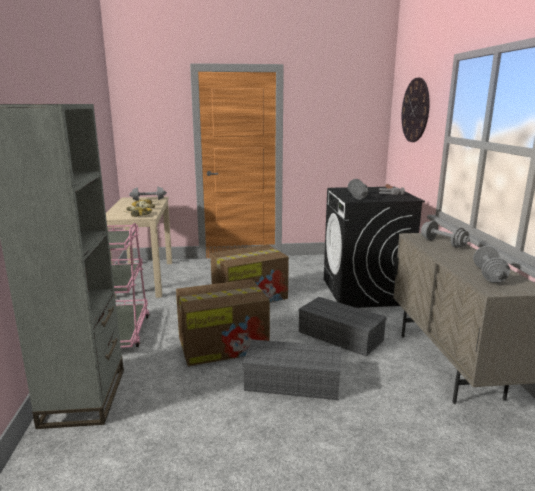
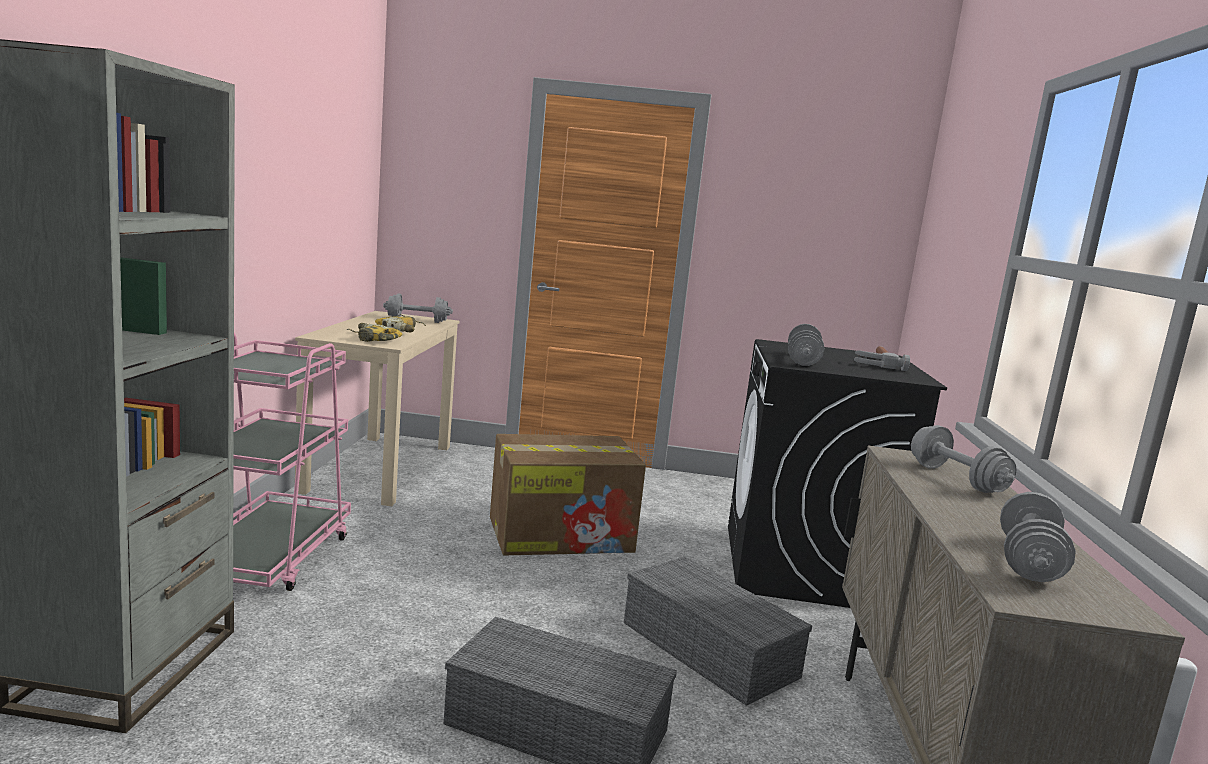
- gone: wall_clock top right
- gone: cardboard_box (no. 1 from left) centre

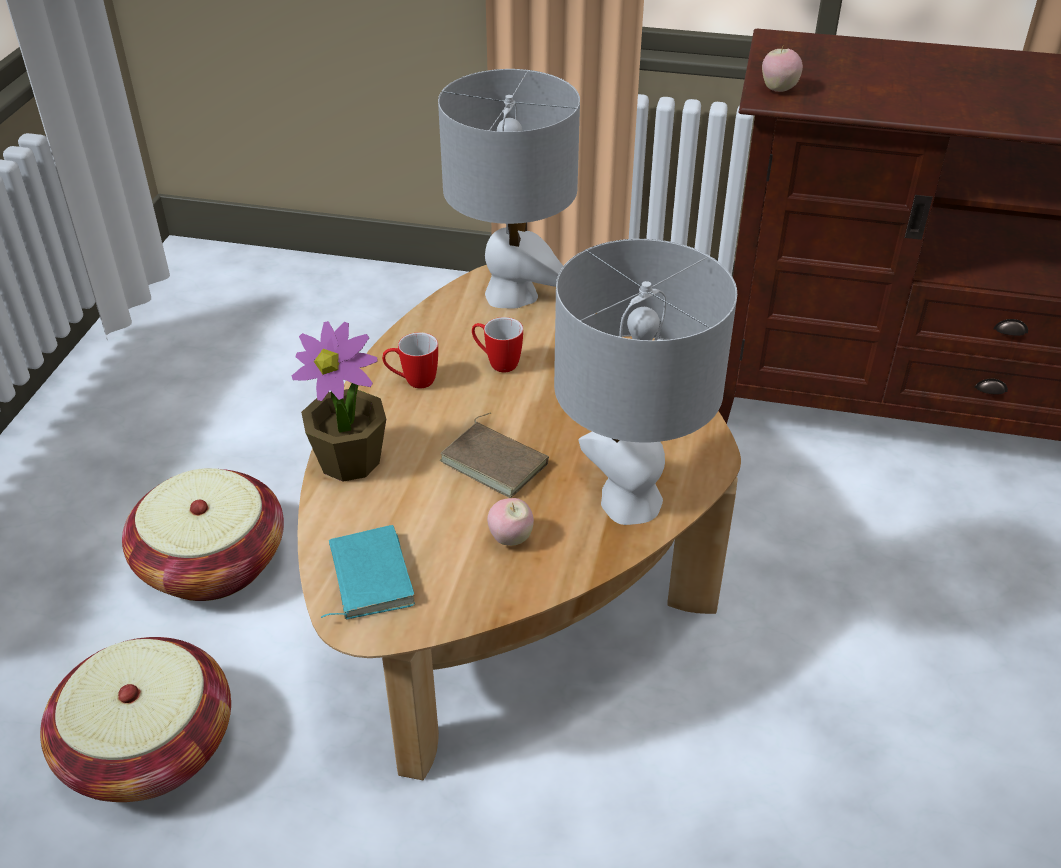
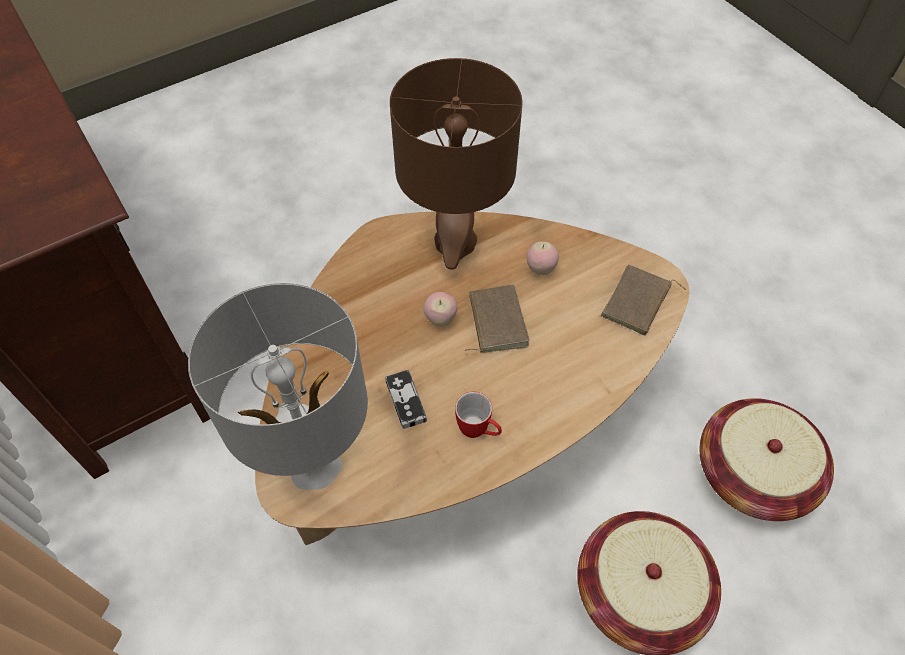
- shifted: apple (no. 2 from left in the first image) top right to apple (no. 1 from left) centre
- repainted: grey_table_lamp (no. 2 from left) centre to brown_table_lamp top centre
- swapped: mug (no. 2 from left) centre to game_controller centre
- gone: potted_plant middle left
- repainted: turquoise_book centre to brown_book (no. 2 from left) middle right

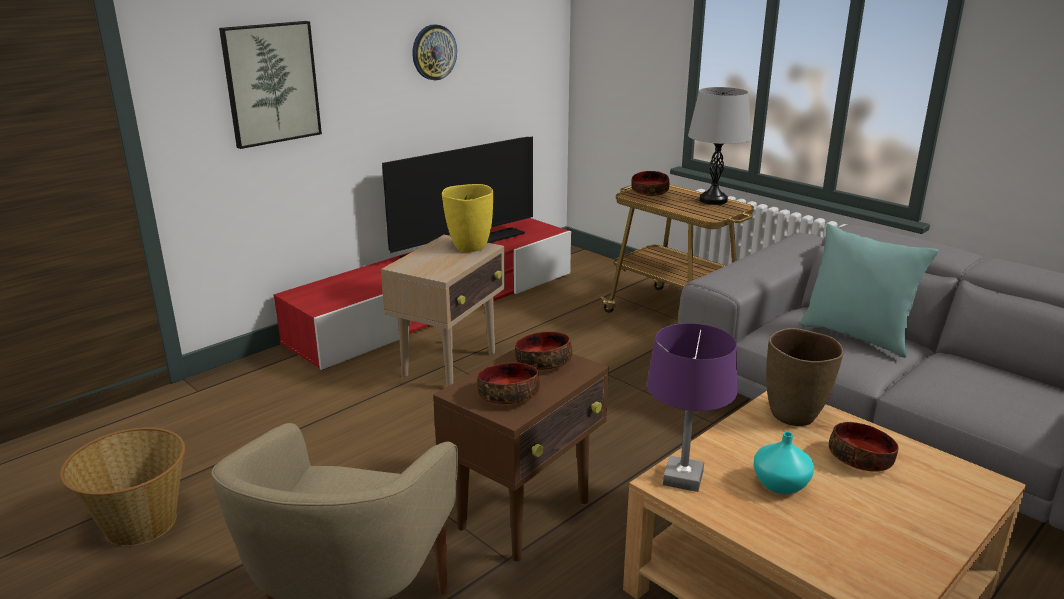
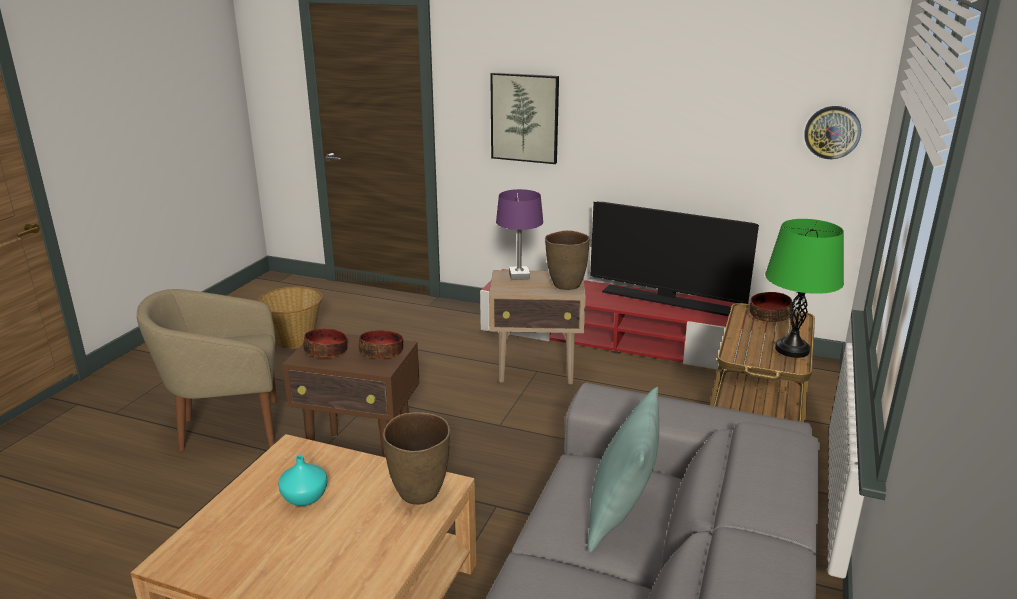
- shifted: wall_clock top centre to top right
- repainted: grey_table_lamp top right to green_table_lamp middle right
- repainted: yellow_vase centre to brown_vase (no. 2 from left) centre
- shifted: purple_table_lamp bottom centre to centre
- gone: bowl (no. 4 from left) bottom right

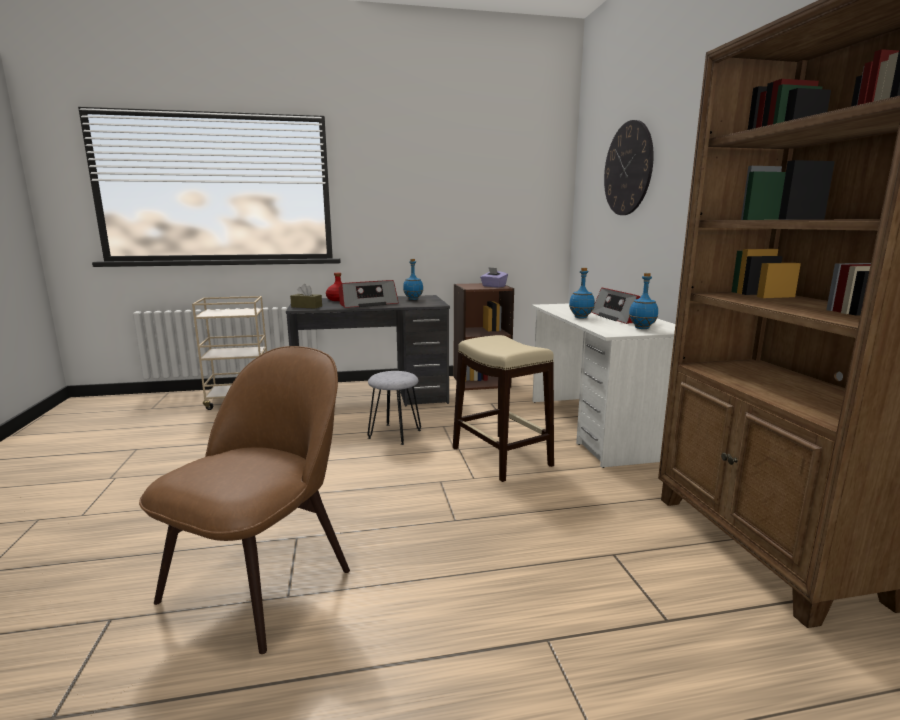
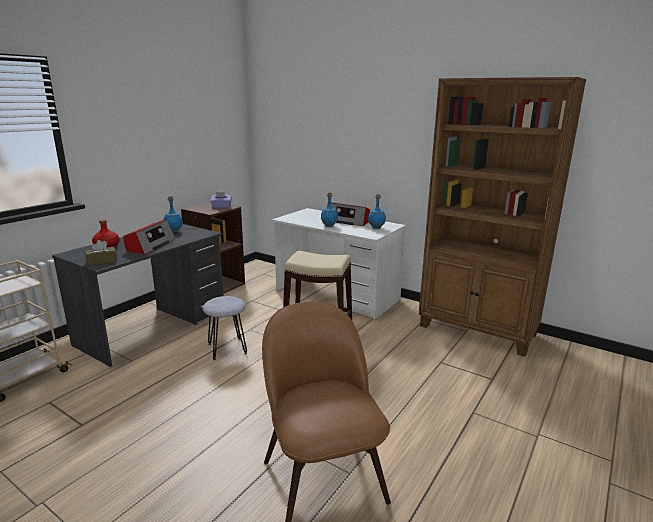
- gone: wall_clock top right

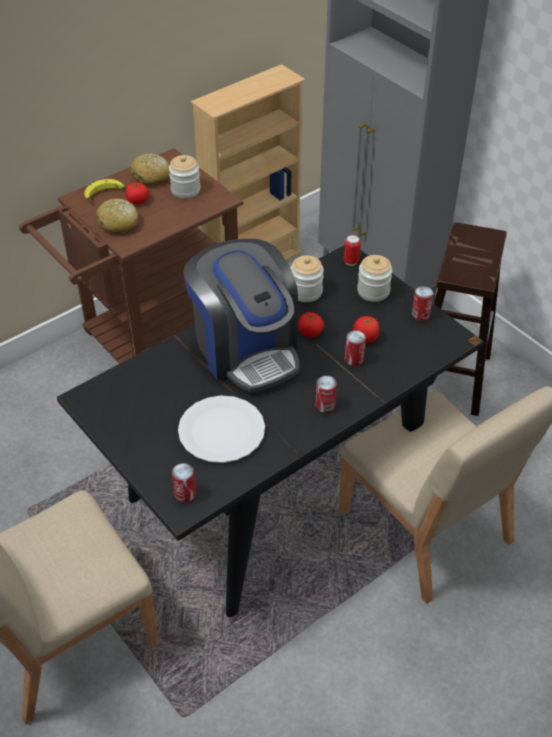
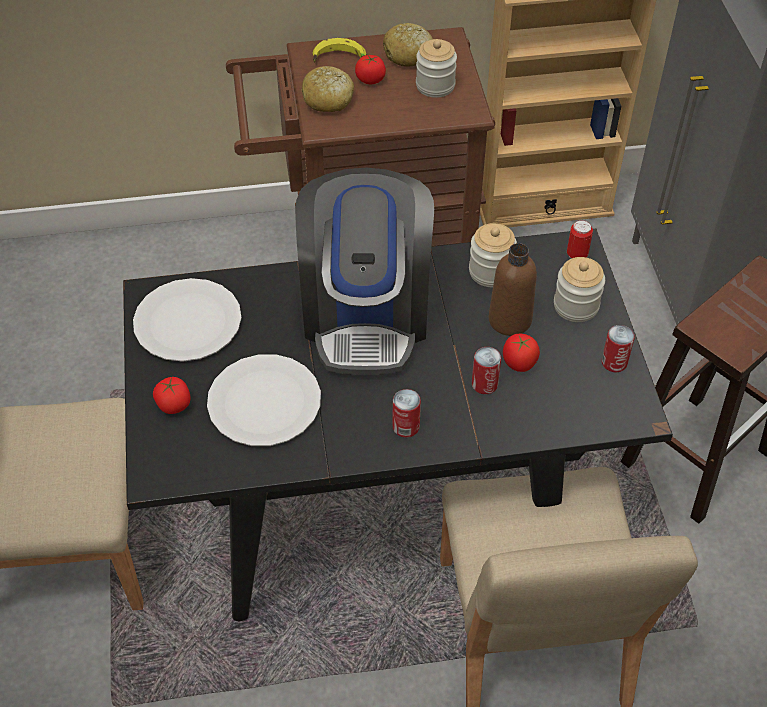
- shifted: tomato (no. 2 from left in the first image) centre to tomato (no. 1 from left) middle left
- gone: can (no. 1 from left) centre
- new: brown_bottle middle right
- new: white_plate (no. 1 from left) middle left

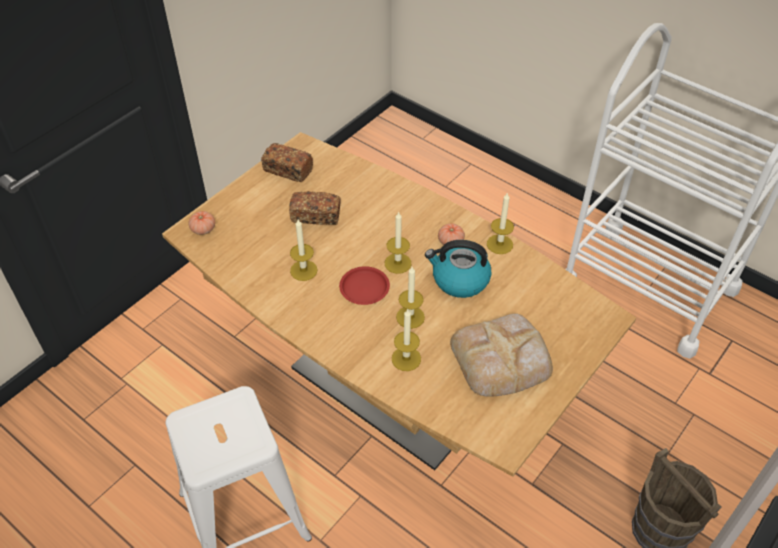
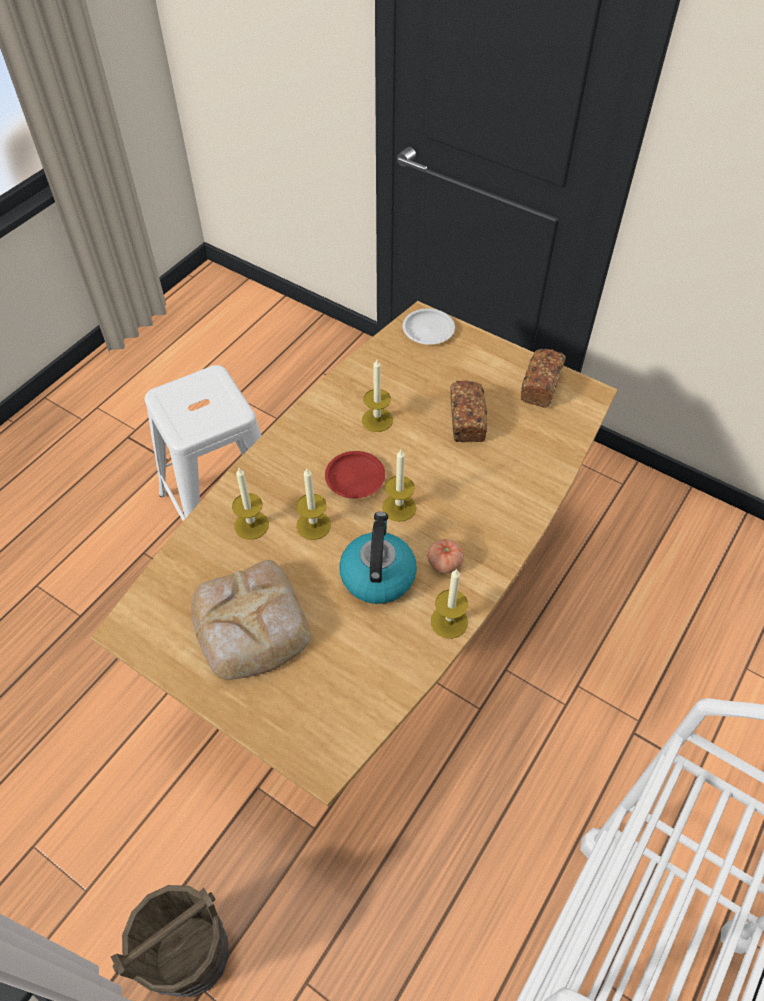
- swapped: tomato (no. 1 from left) middle left to white_plate top centre

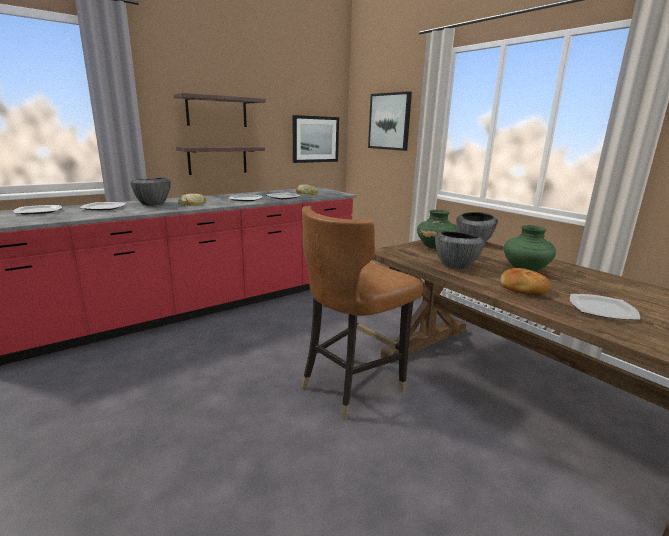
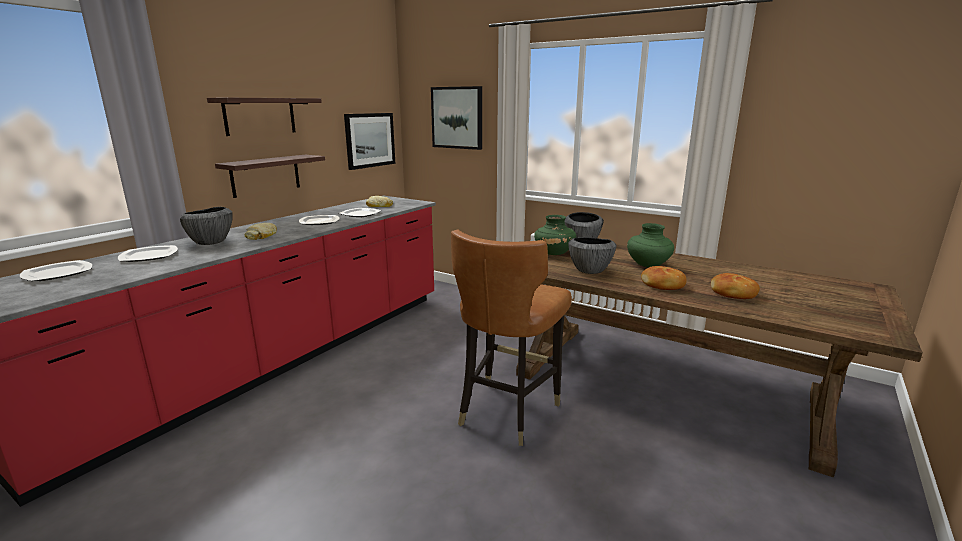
- swapped: plate (no. 5 from left) middle right to bread (no. 4 from left) middle right

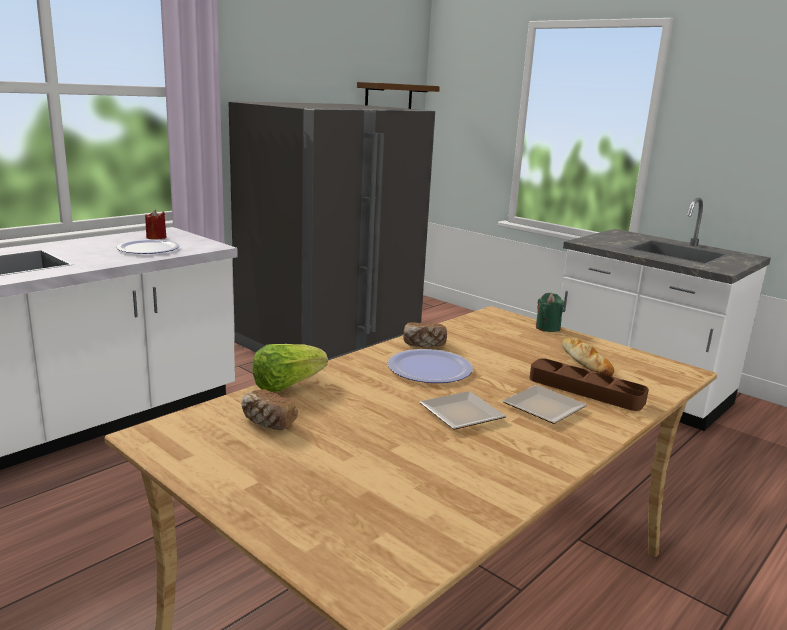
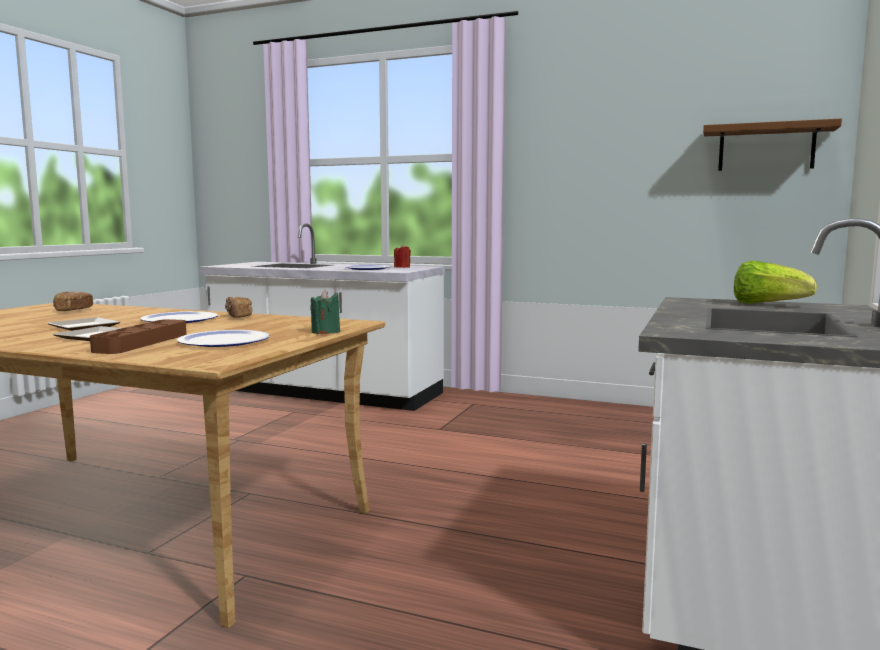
- gone: grey_fridge centre
- swapped: bread (no. 3 from left) middle right to plate (no. 4 from left) middle left
- shifted: lettuce centre to middle right

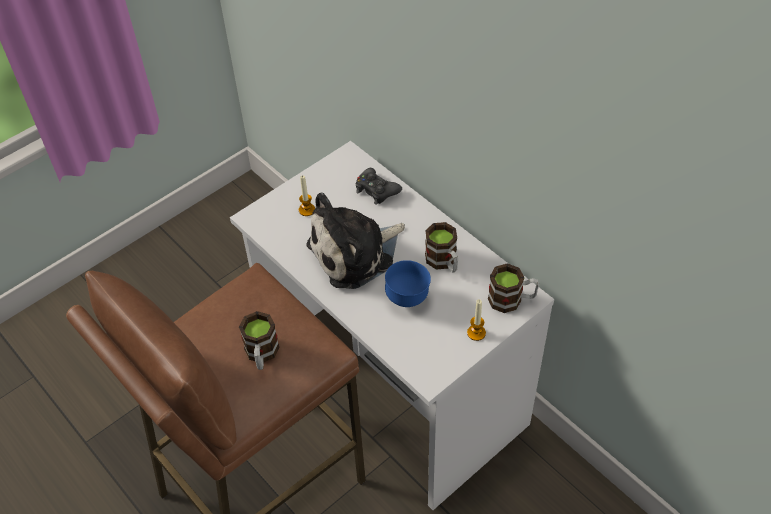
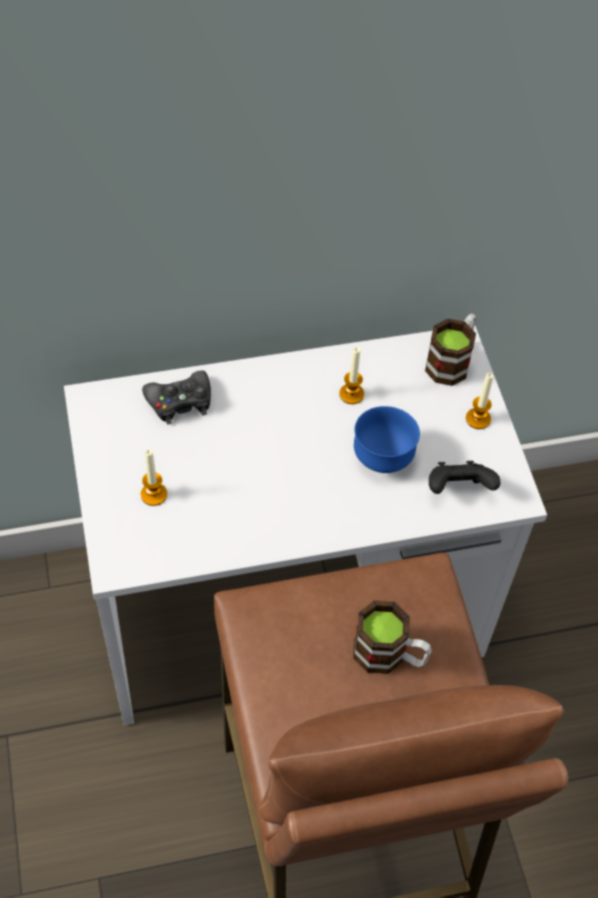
- gone: plush_toy centre
- swapped: mug (no. 2 from left) centre to candle (no. 2 from left) centre
- new: black_game_controller (no. 2 from left) middle right

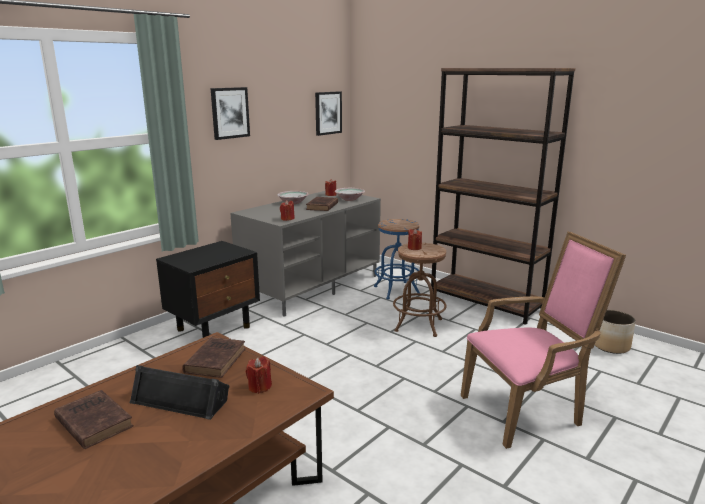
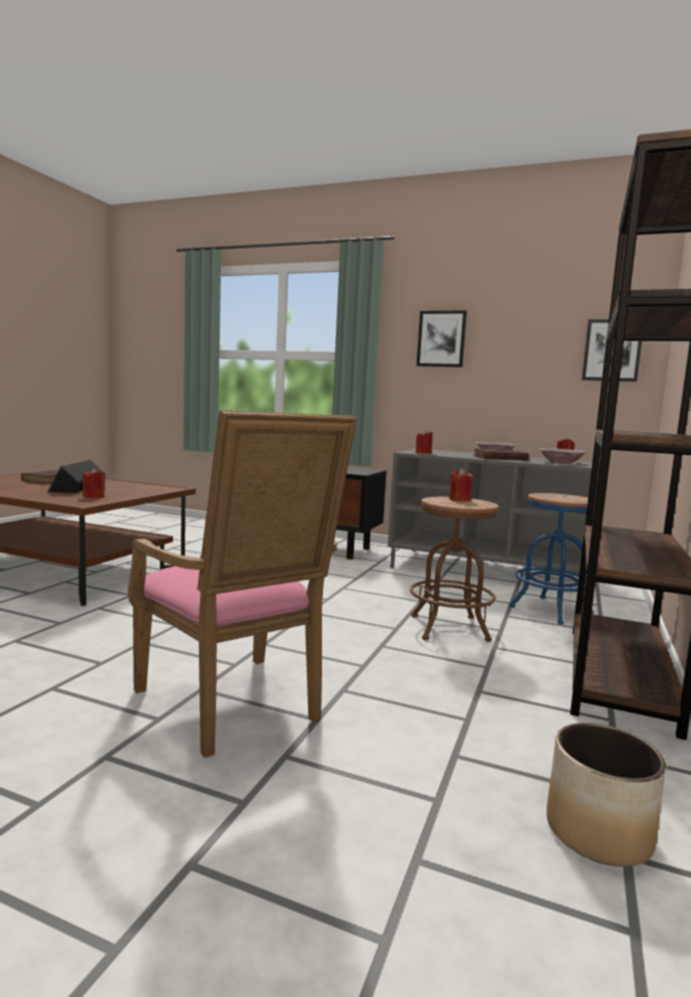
- gone: brown_book (no. 2 from left) bottom left

